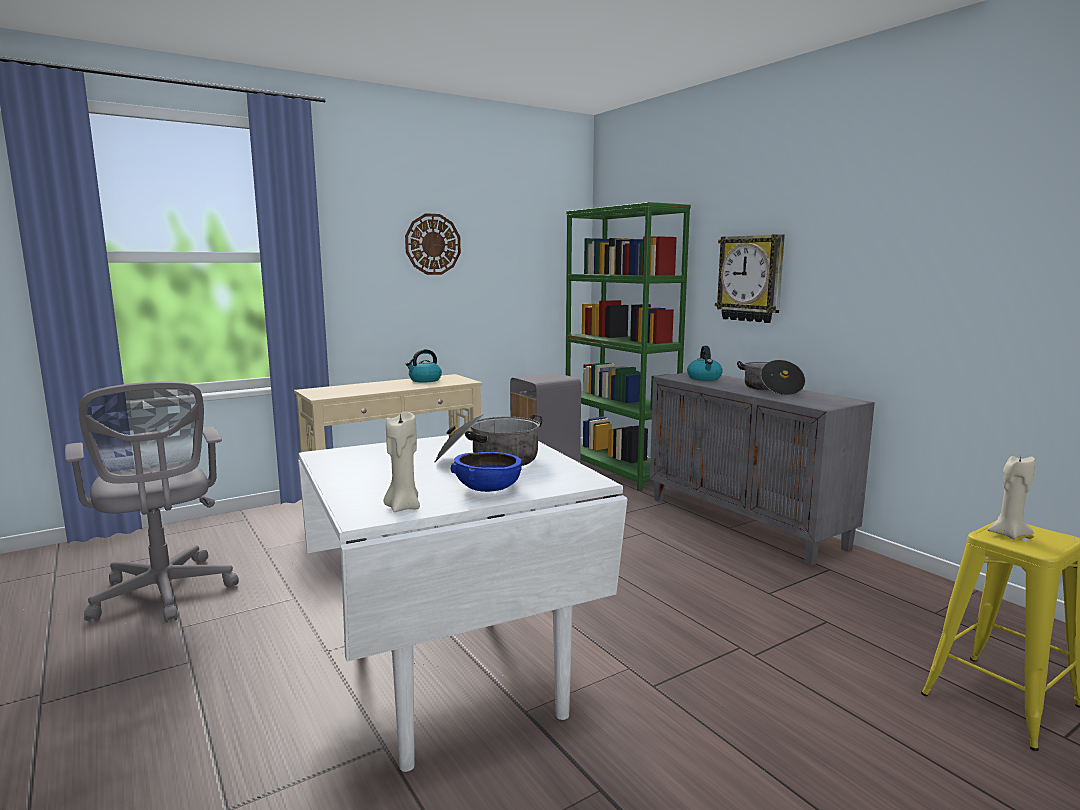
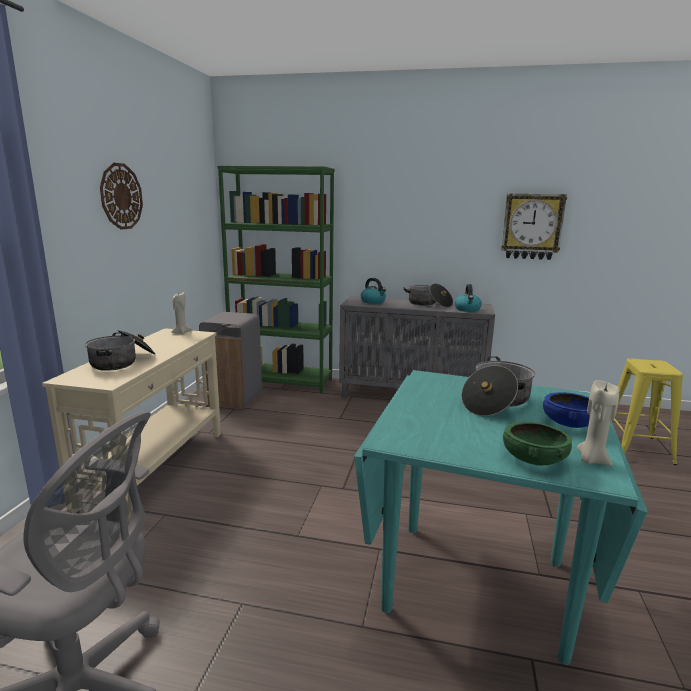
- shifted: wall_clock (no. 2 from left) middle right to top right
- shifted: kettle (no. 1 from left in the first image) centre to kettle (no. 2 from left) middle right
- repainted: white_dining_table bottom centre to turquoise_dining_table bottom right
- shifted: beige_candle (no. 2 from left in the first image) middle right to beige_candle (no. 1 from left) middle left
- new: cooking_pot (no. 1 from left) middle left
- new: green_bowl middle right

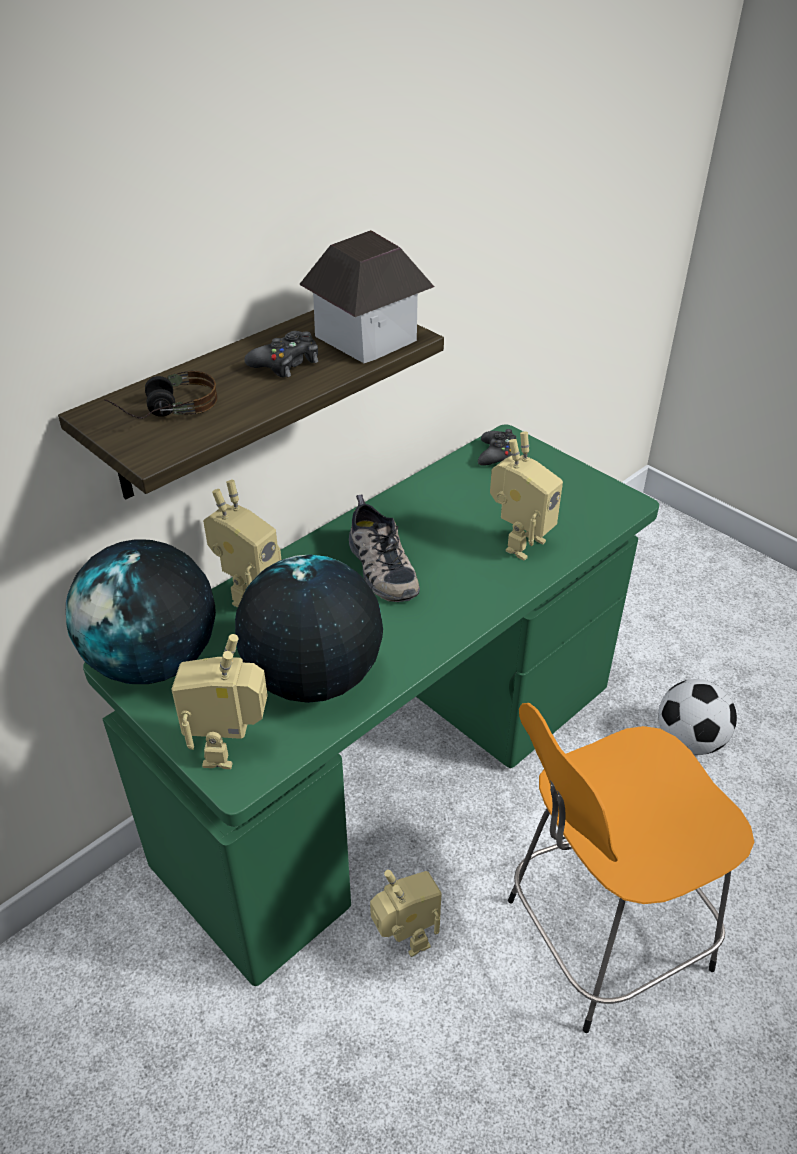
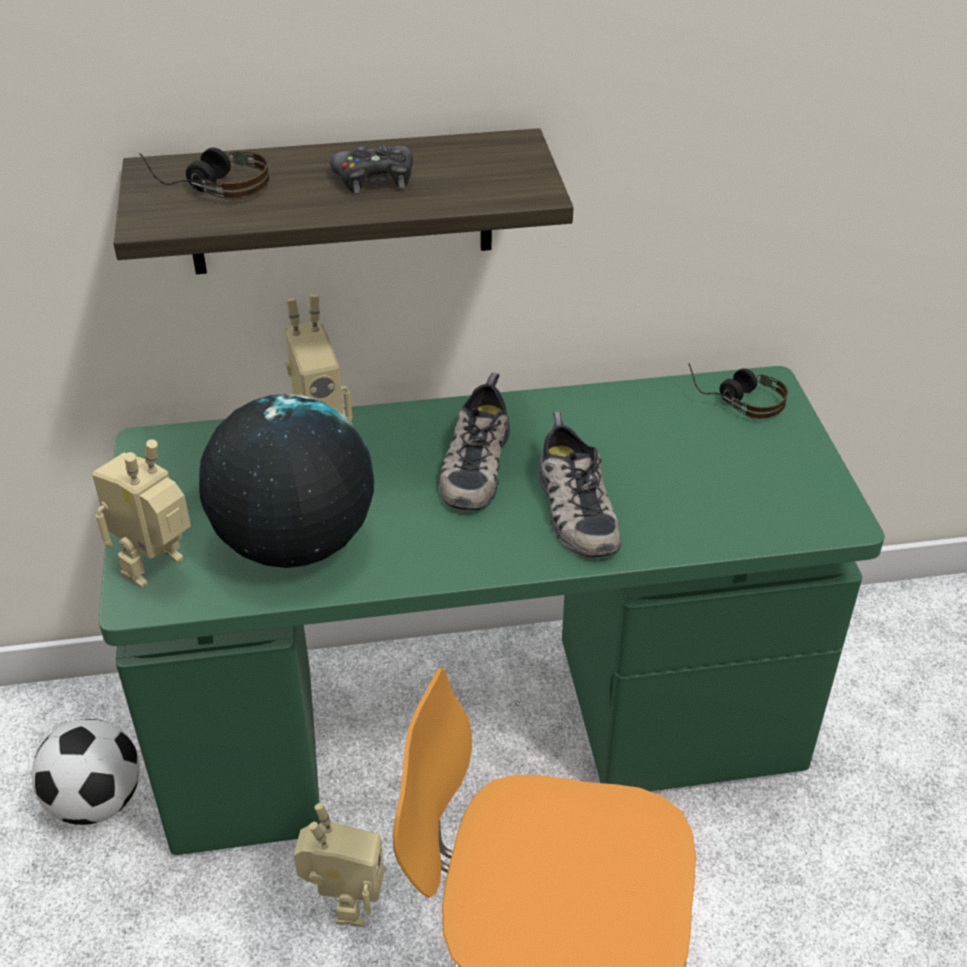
- gone: toy_house top centre
- swapped: black_game_controller (no. 2 from left) centre to headphones (no. 2 from left) middle right
- gone: toy_robot (no. 4 from left) centre
- gone: globe (no. 1 from left) middle left
- shifted: football middle right to bottom left
- new: shoe (no. 2 from left) centre

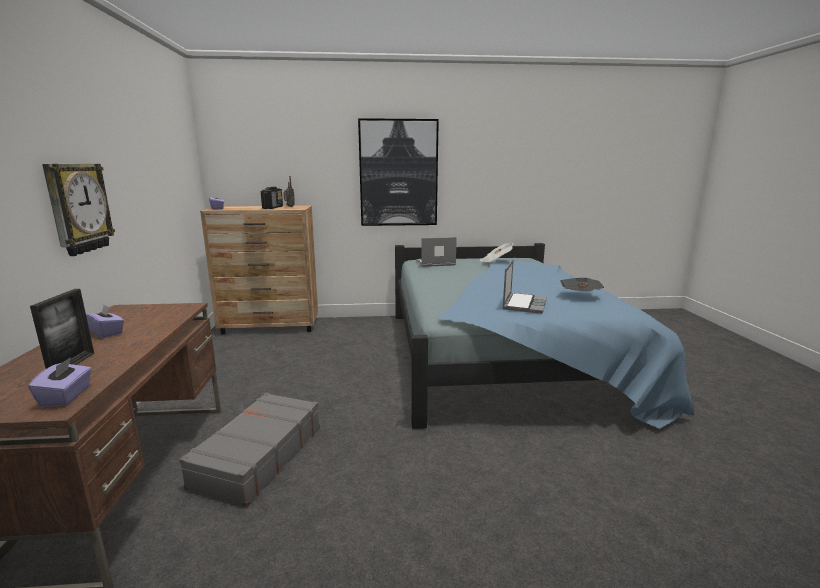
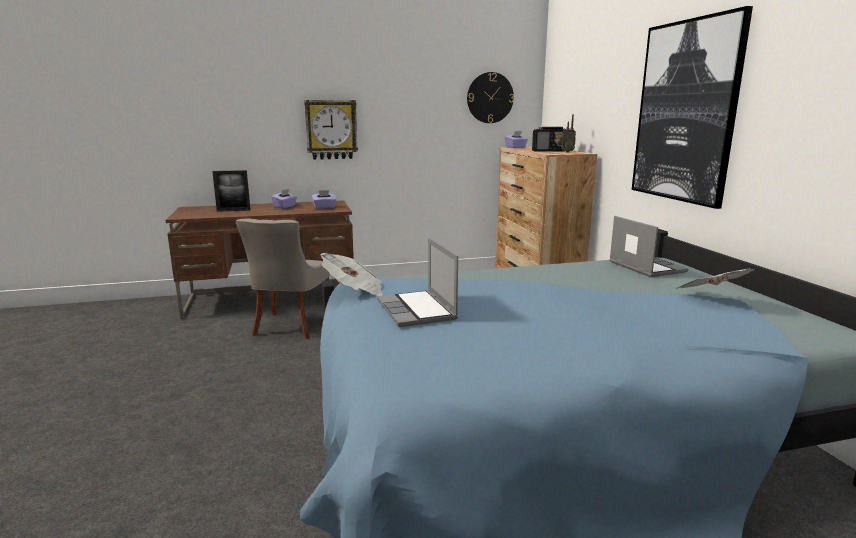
- rotated: laptop (no. 2 from left in the first image) centre = centre 60 degrees clockwise
- shifted: newspaper (no. 2 from left in the first image) middle right to newspaper (no. 1 from left) centre
- shifted: purple_tissue_box (no. 1 from left in the first image) middle left to purple_tissue_box (no. 2 from left) centre
- swapped: grey_suitcase bottom left to grey_chair middle left
- new: wall_clock (no. 2 from left) top centre

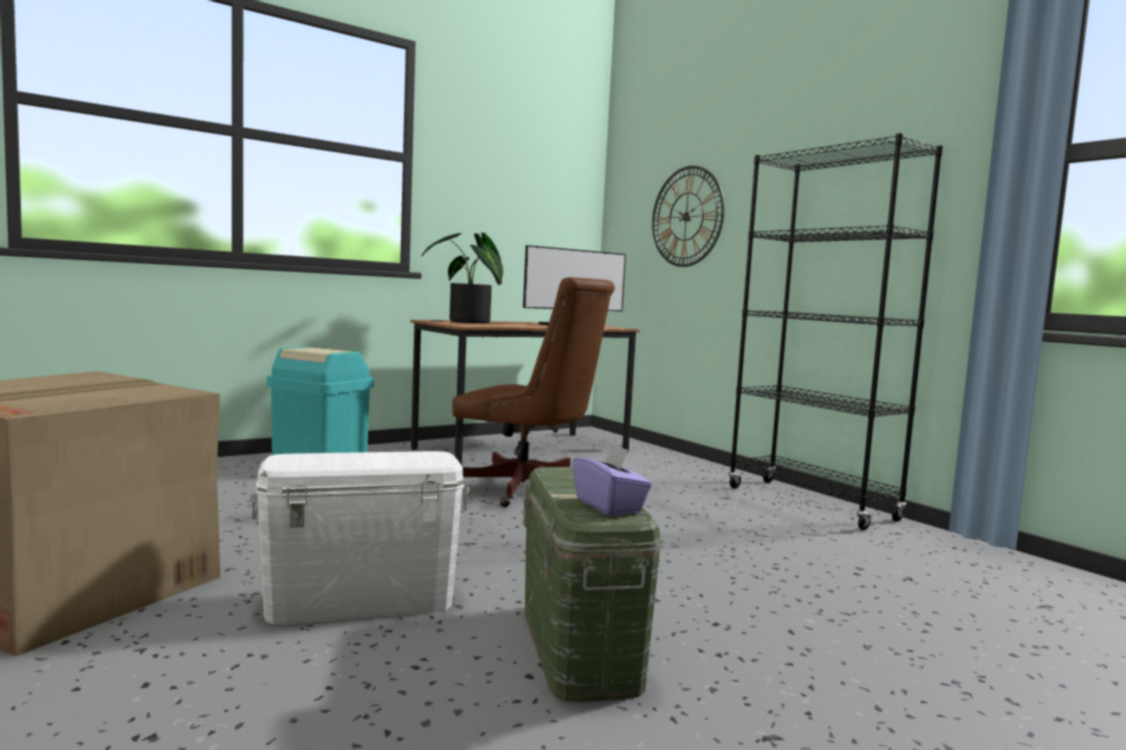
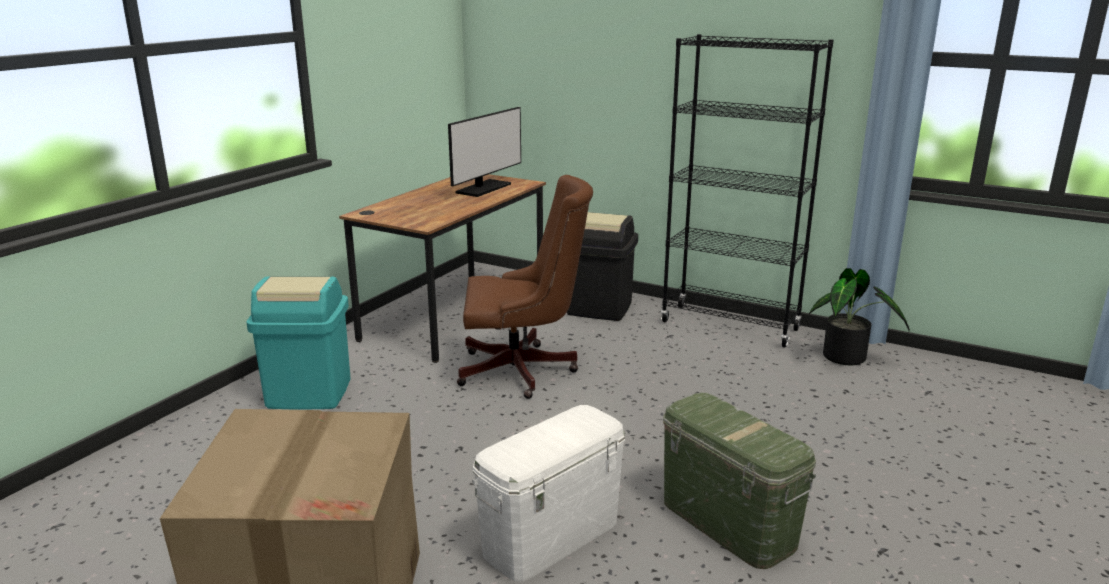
- gone: wall_clock top centre
- shifted: potted_plant centre to middle right
- gone: purple_tissue_box centre
- new: black_trash_can centre

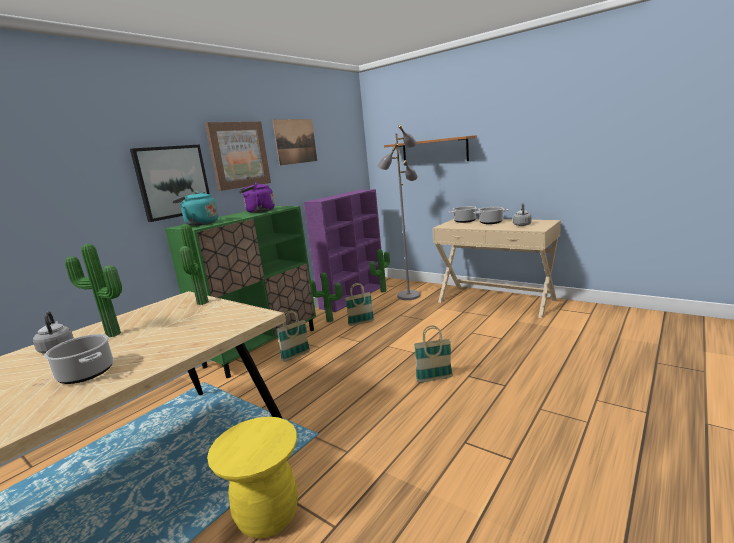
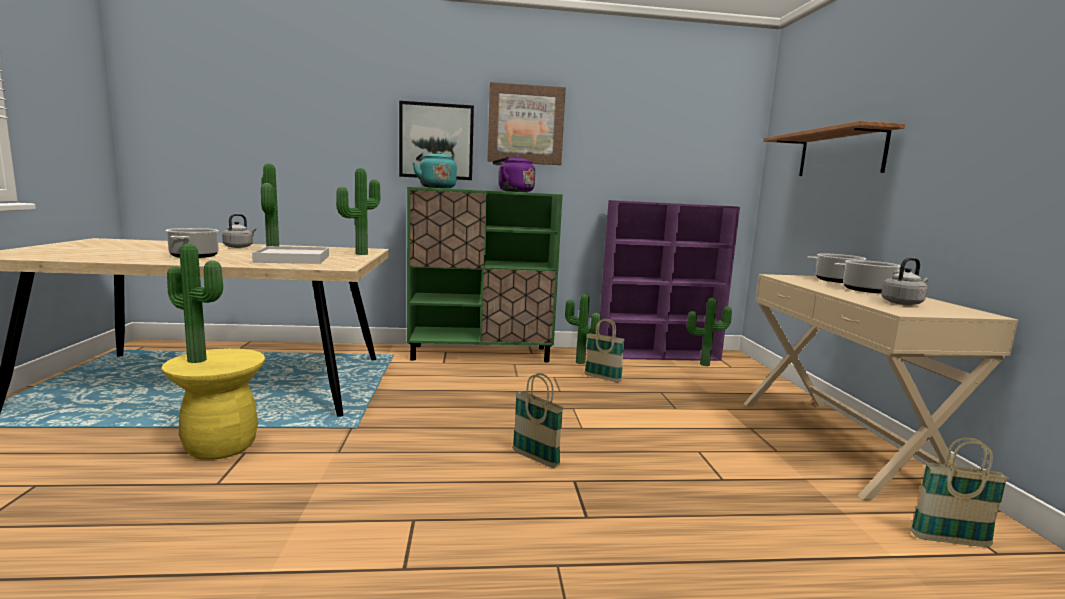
- gone: picture (no. 3 from left) top centre
- gone: grey_floor_lamp centre
- shifted: basket (no. 1 from left in the first image) centre to basket (no. 3 from left) bottom right
- new: potted_plant (no. 1 from left) middle left
- new: white_tray middle left

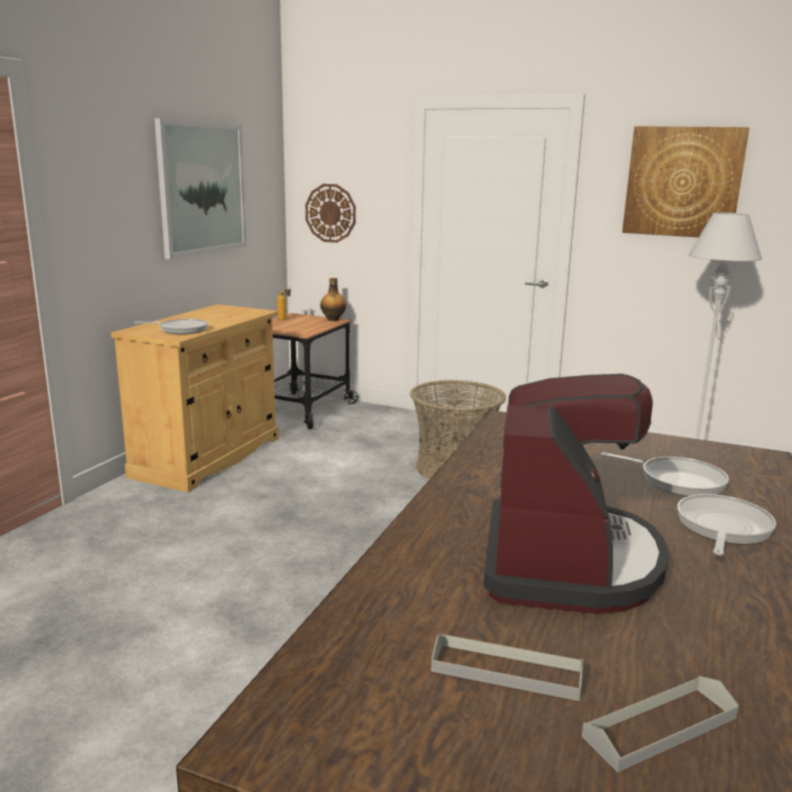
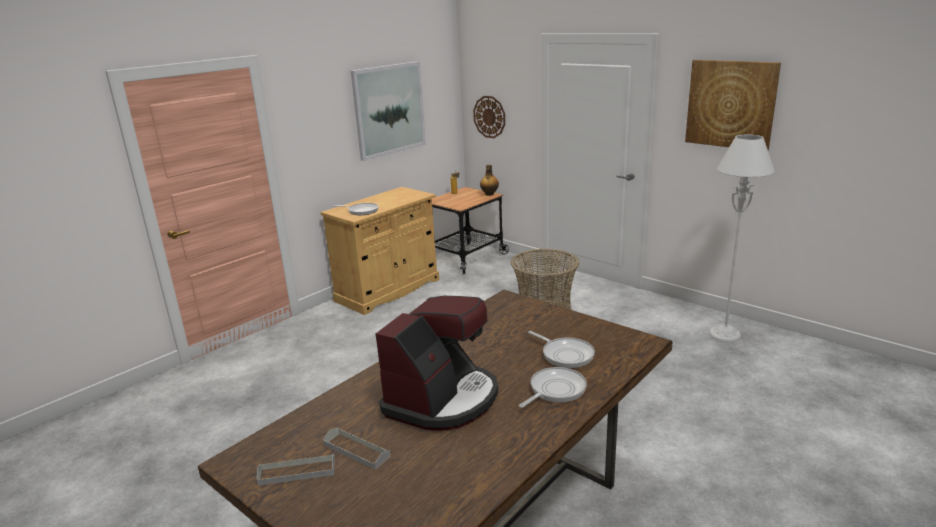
- shifted: grey_tray (no. 2 from left in the first image) bottom right to grey_tray (no. 1 from left) bottom left

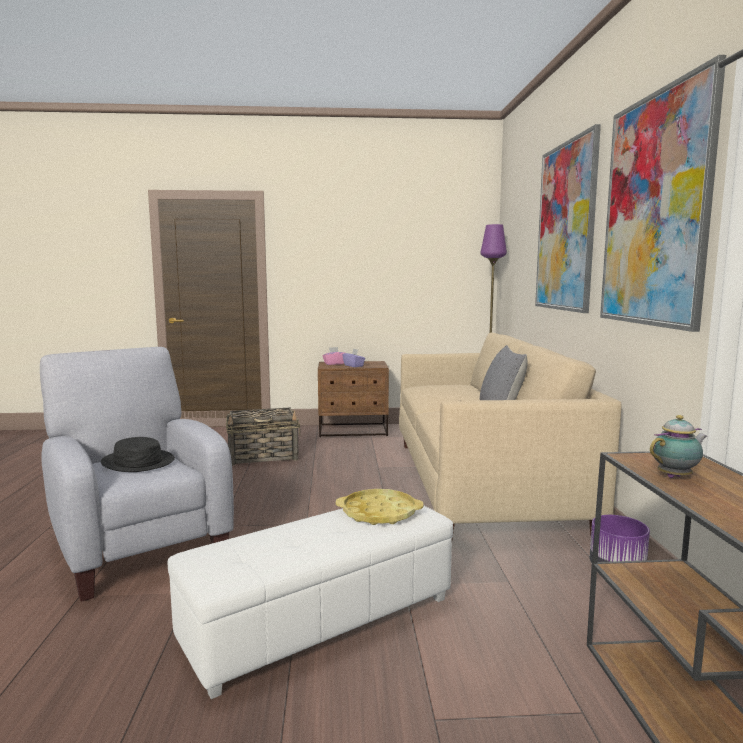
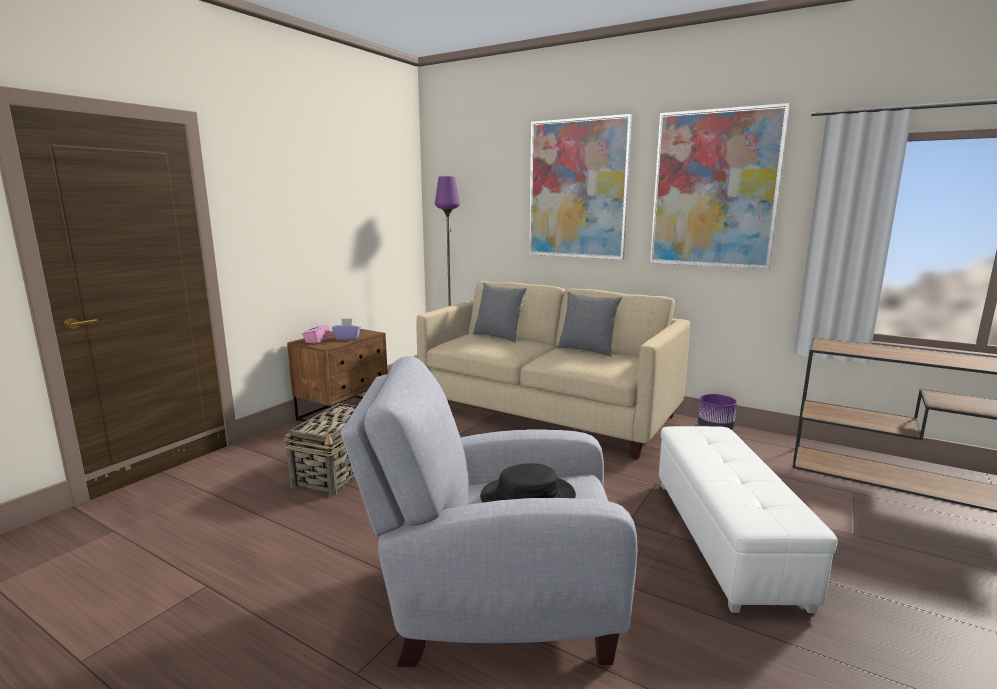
- gone: teapot middle right
- gone: yellow_tray bottom centre
- new: grey_pillow (no. 1 from left) centre

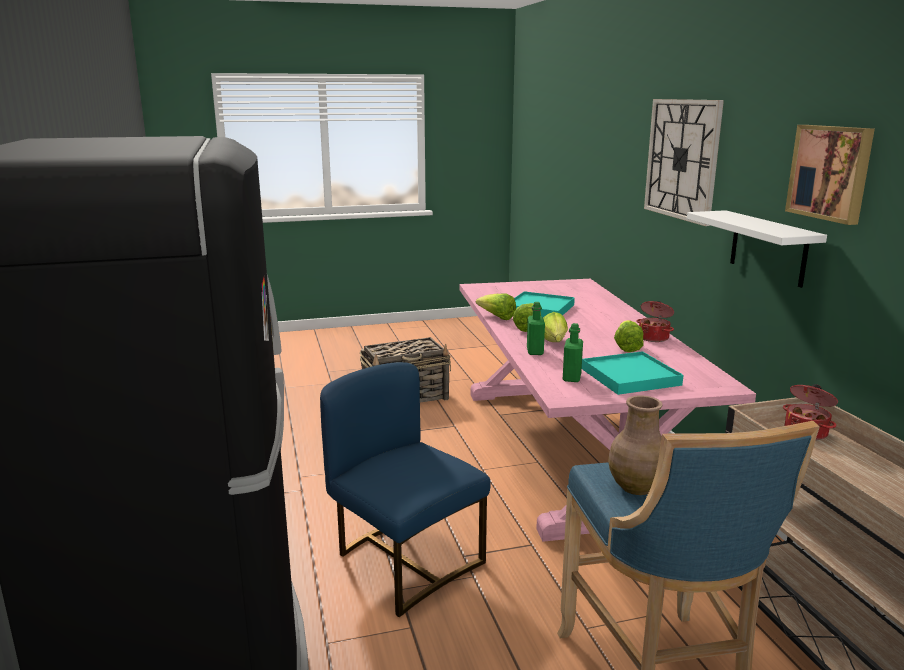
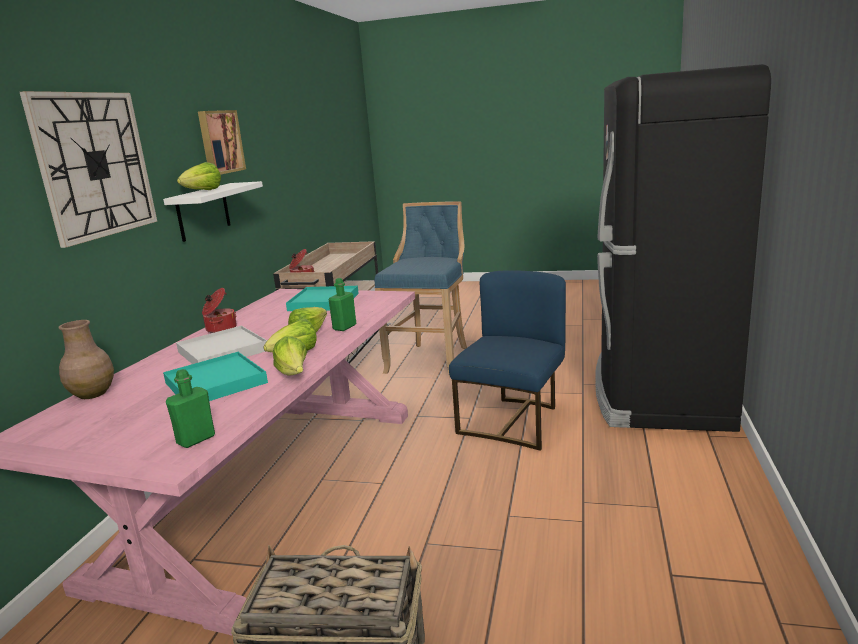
- shifted: lettuce (no. 4 from left in the first image) middle right to lettuce (no. 1 from left) top left
- shifted: green_bottle (no. 2 from left in the first image) centre to green_bottle (no. 1 from left) middle left
- rotated: blue_chair bottom centre = centre 135 degrees counterclockwise
- shifted: brown_vase middle right to middle left
- new: white_tray middle left

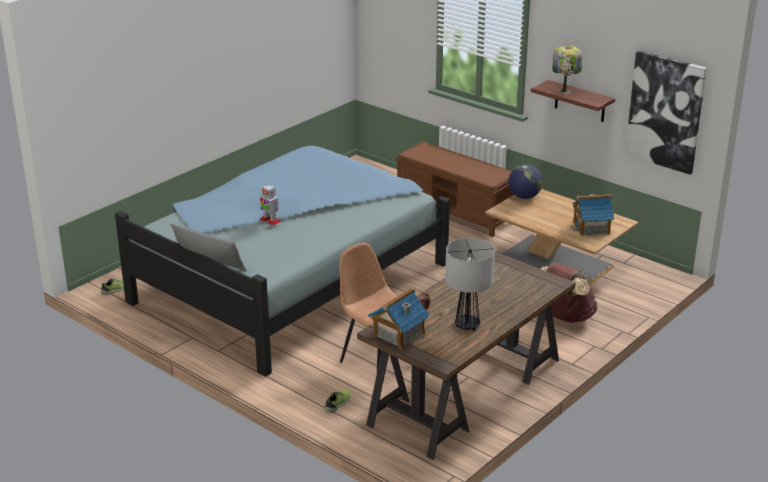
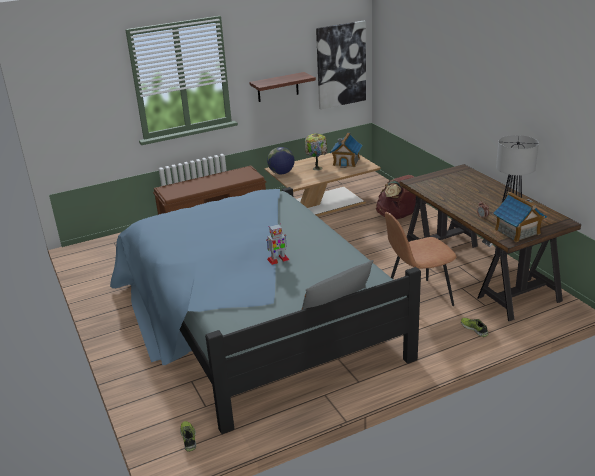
- shifted: table_lamp (no. 2 from left in the first image) top right to table_lamp (no. 1 from left) top centre

